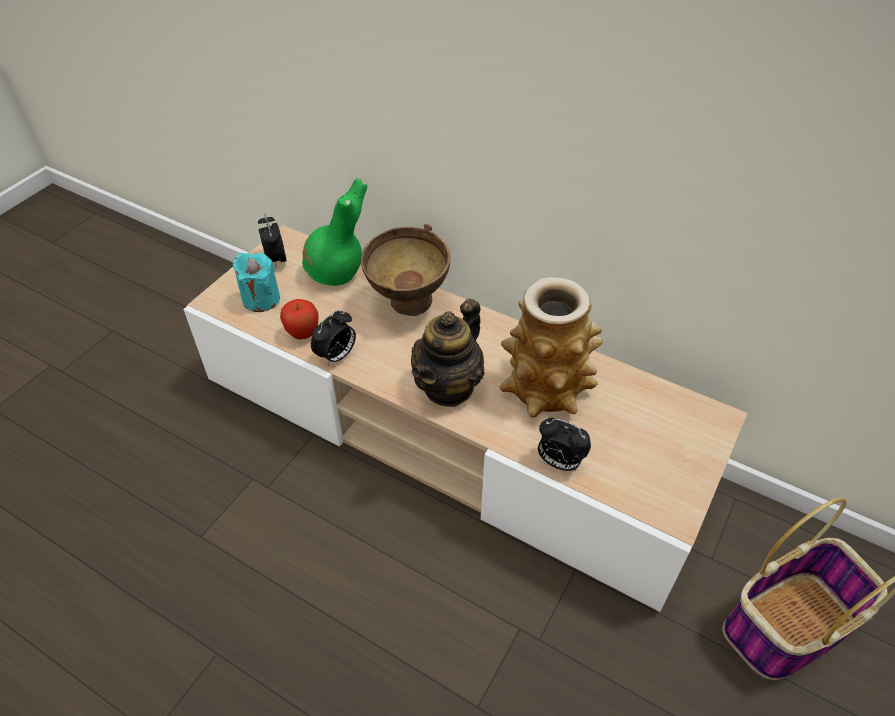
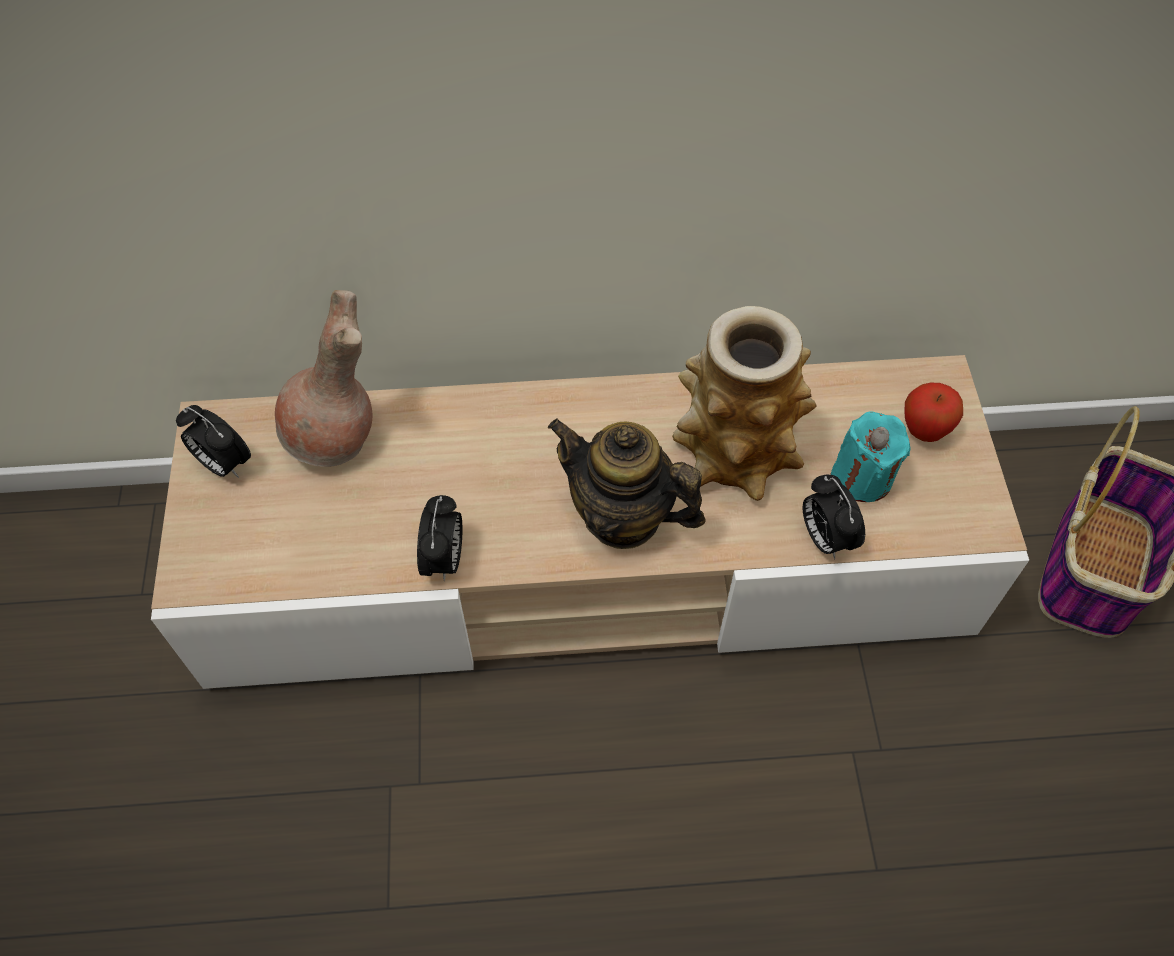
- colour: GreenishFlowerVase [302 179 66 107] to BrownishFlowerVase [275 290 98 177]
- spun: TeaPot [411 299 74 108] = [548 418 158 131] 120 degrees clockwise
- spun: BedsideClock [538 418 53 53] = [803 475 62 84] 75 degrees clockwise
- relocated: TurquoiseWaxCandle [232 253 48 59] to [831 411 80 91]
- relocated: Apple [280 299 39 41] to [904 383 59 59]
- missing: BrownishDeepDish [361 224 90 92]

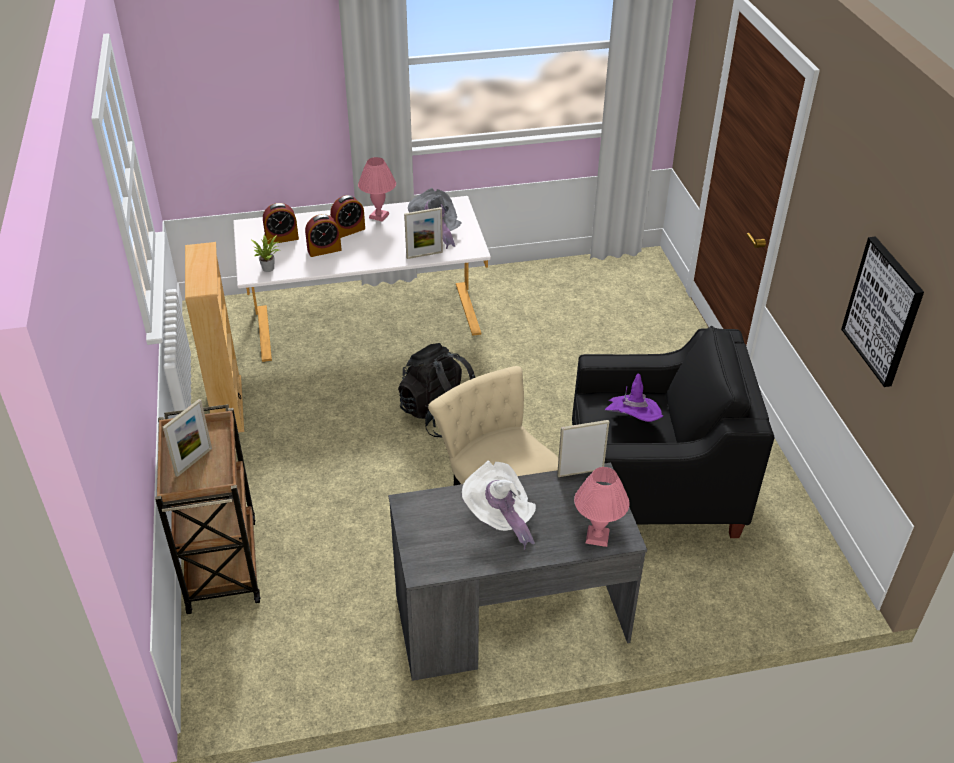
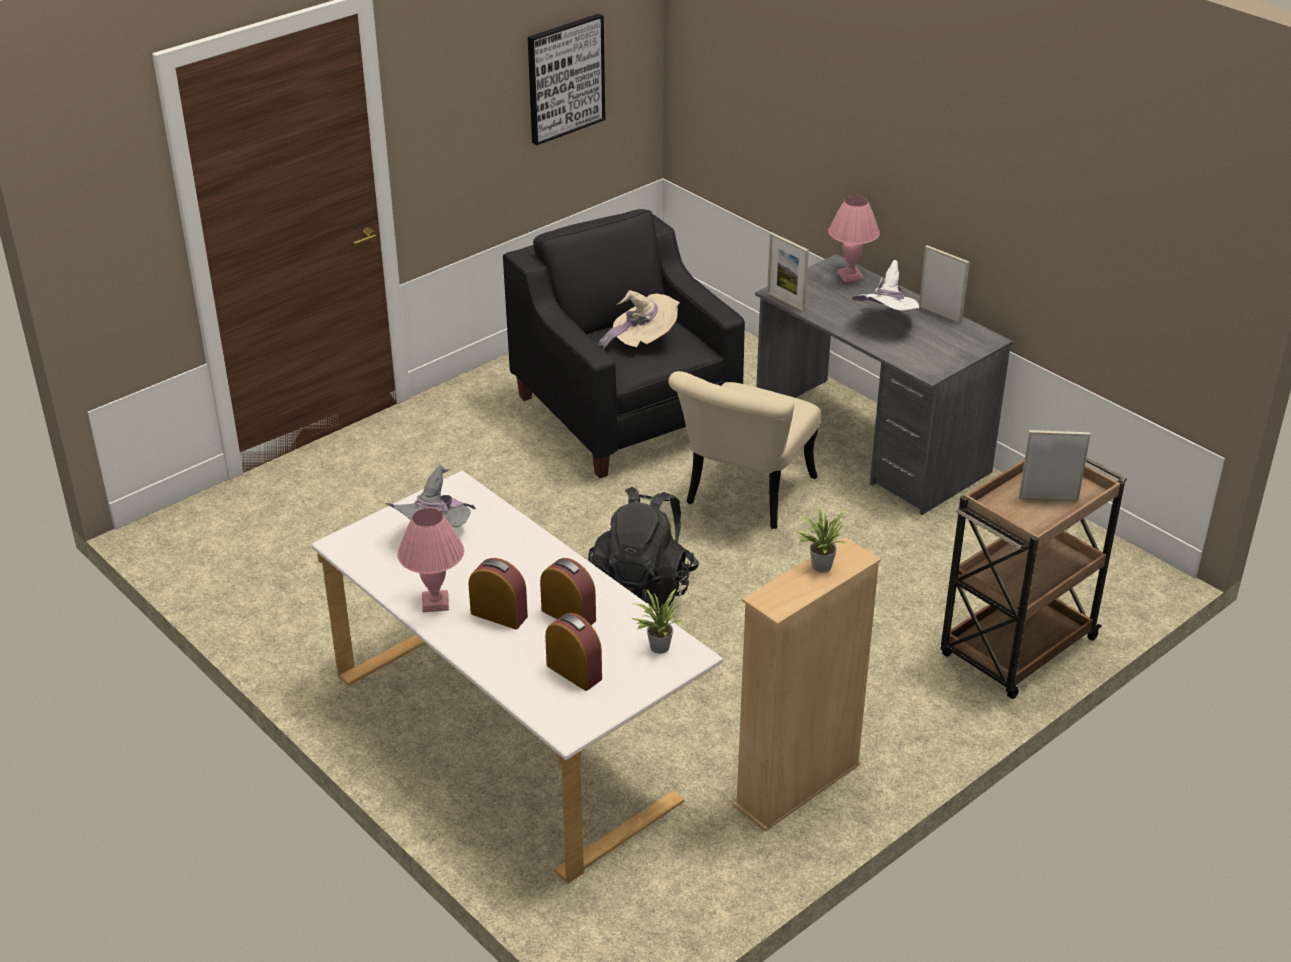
- colour: PurpleHat [605 374 58 48] to SandColouredHat [598 290 82 60]
- appeared: PlantInAPot [795 505 52 68]
- relocated: PictureFrame [404 207 39 52] to [919 245 50 79]

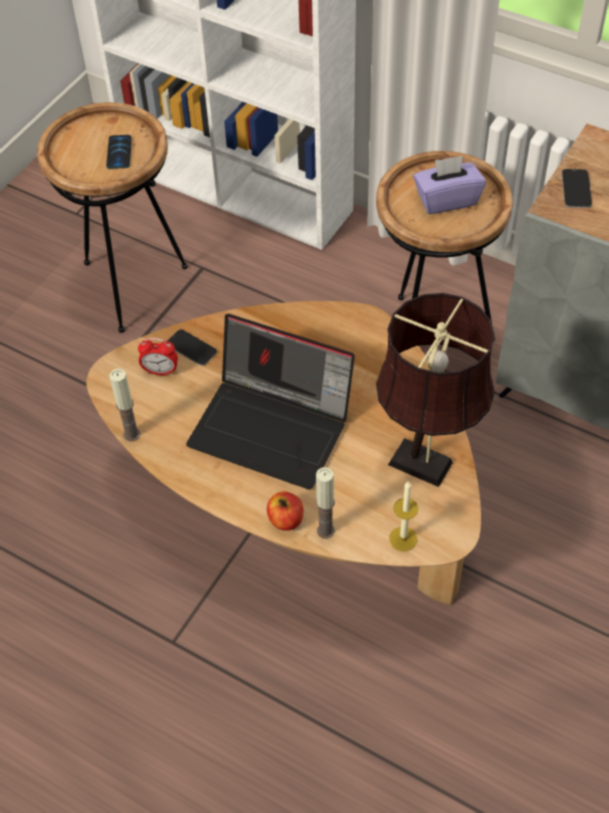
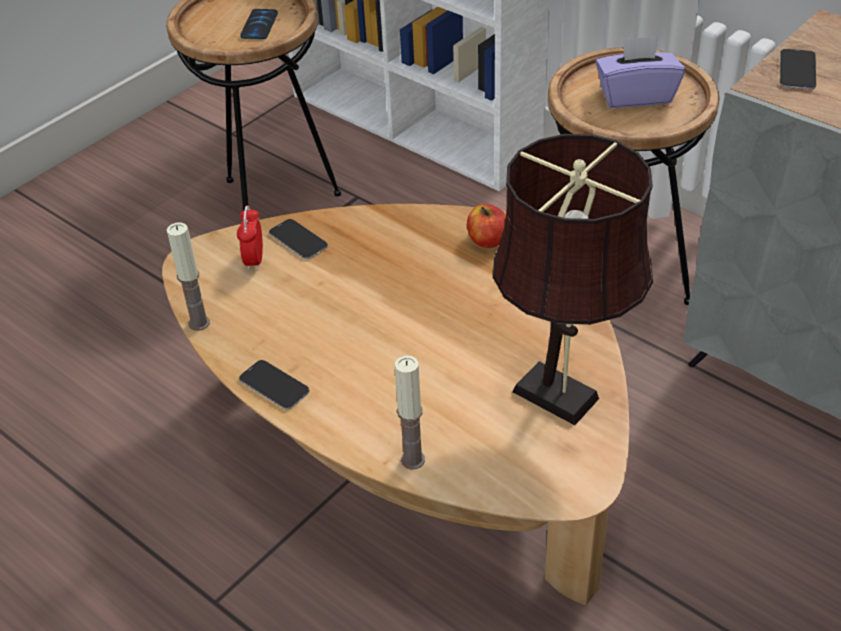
- spun: BedsideClock [138 338 40 37] = [237 206 26 65] 75 degrees clockwise
- appeared: Phone [239 360 71 50]
- relocated: Apple [267 491 37 40] to [467 204 39 44]
- missing: NotebookComputer [186 314 169 175]
- missing: WaxCandle [389 481 29 70]

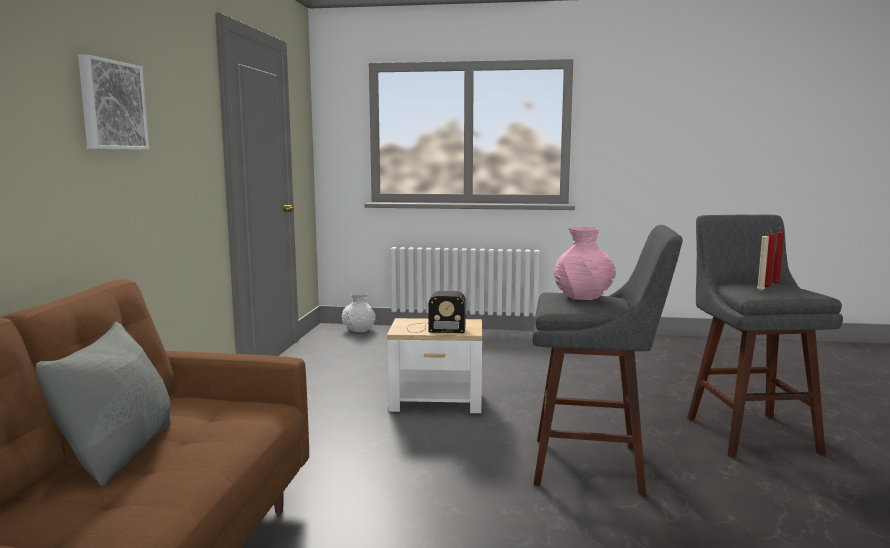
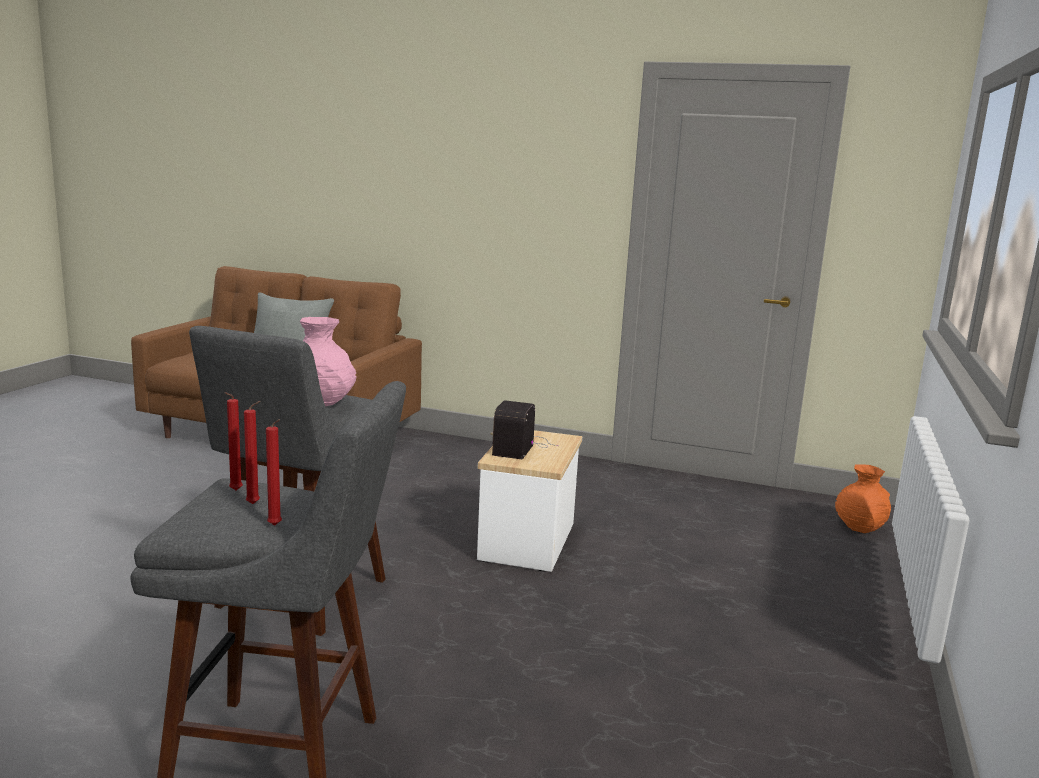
- colour: SandColouredWaxCandle [757 230 16 61] to RedColouredWaxCandle [225 392 18 98]
- colour: WhiteFlowerVase [342 292 34 40] to OrangeColouredFlowerVase [835 464 56 69]
- missing: WallPicture [78 55 71 94]

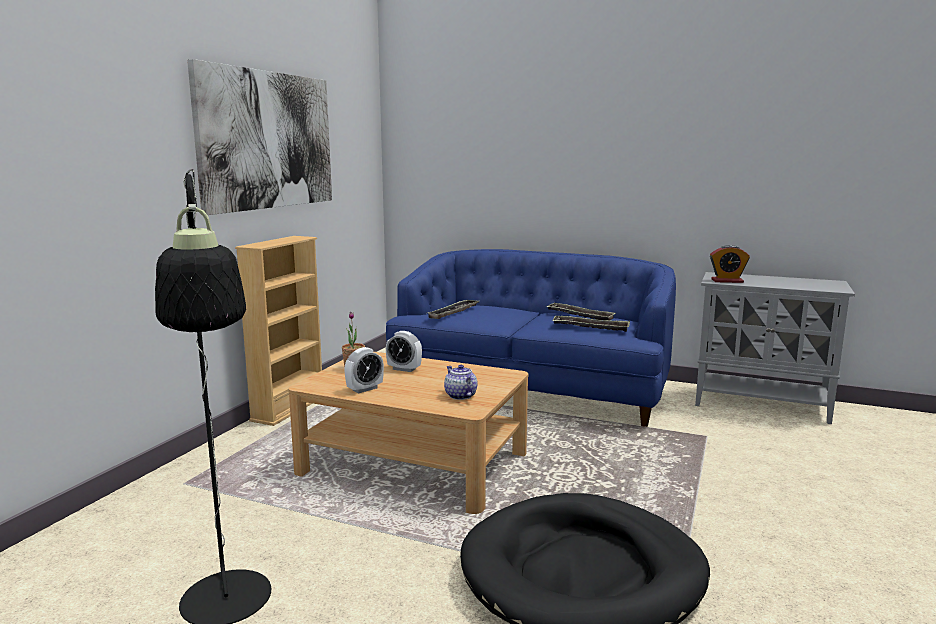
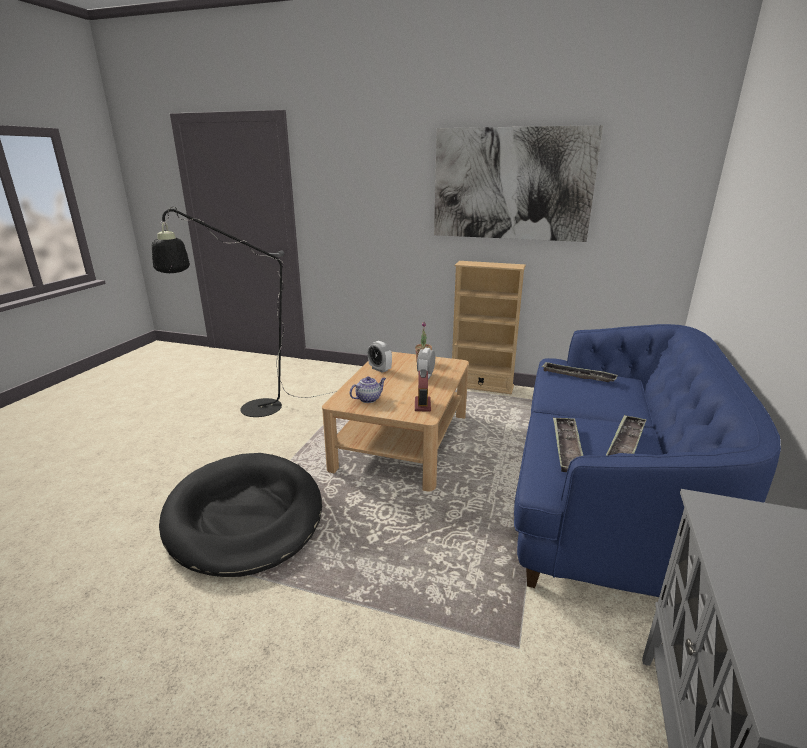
- relocated: BedsideClock [710 245 40 38] to [415 370 16 41]

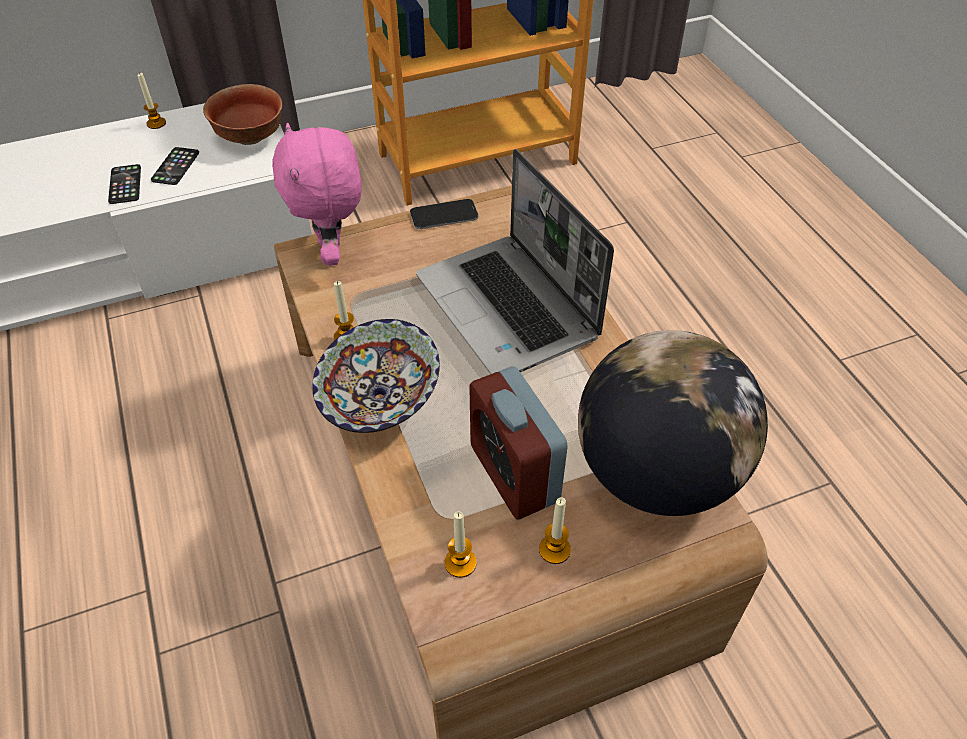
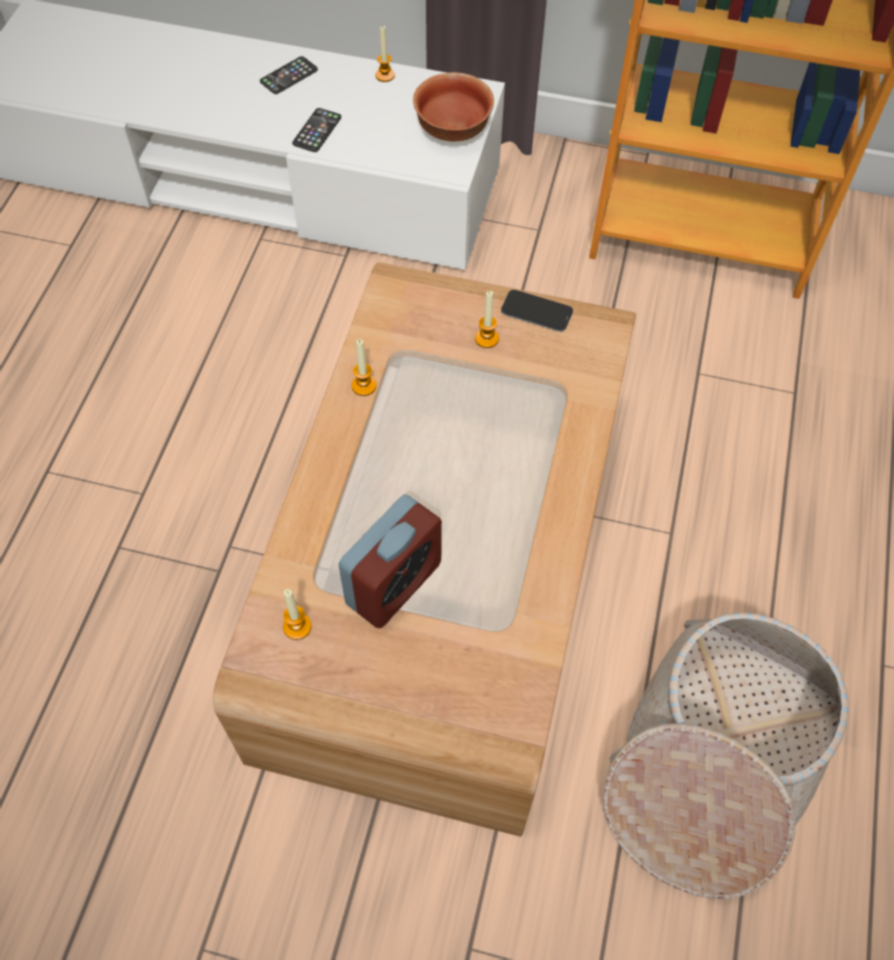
- relocated: Phone [151 147 48 38] to [260 56 58 38]
- spun: BedsideClock [469 366 99 153] = [338 494 104 135] 150 degrees counterclockwise
- relocated: WaxCandle [539 497 32 67] to [475 291 24 57]
- appeared: HouseholdBasket [603 613 246 286]
- missing: PinkSoftToy [272 123 90 143]
- missing: DeepDish [312 319 128 114]
- missing: NotebookComputer [416 149 198 225]
- missing: WorldGlobe [578 330 190 186]

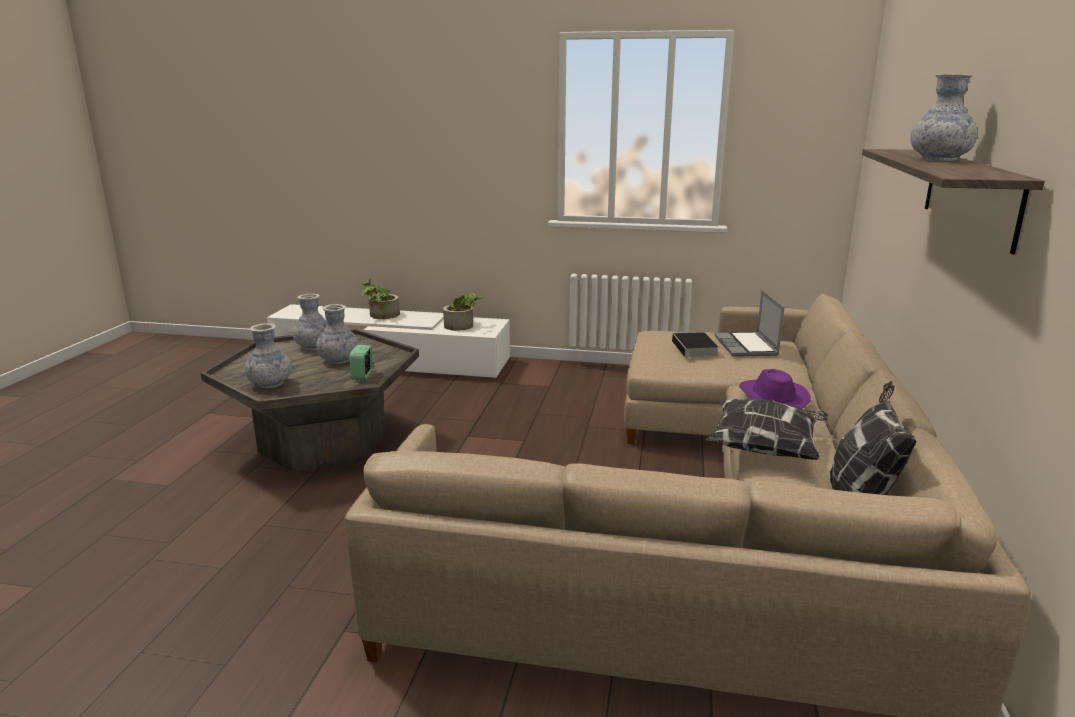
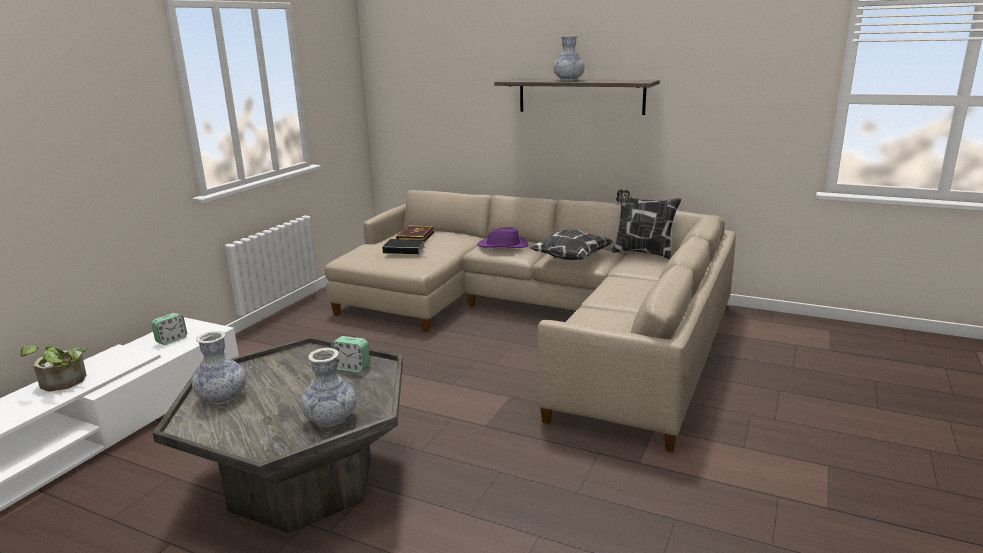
- exchanged: PlantInAPot [443 293 41 38] to BedsideClock [151 313 36 32]
- exchanged: NotebookComputer [715 290 69 67] to Volume [396 225 38 18]
- missing: FlowerVase [316 304 43 60]

